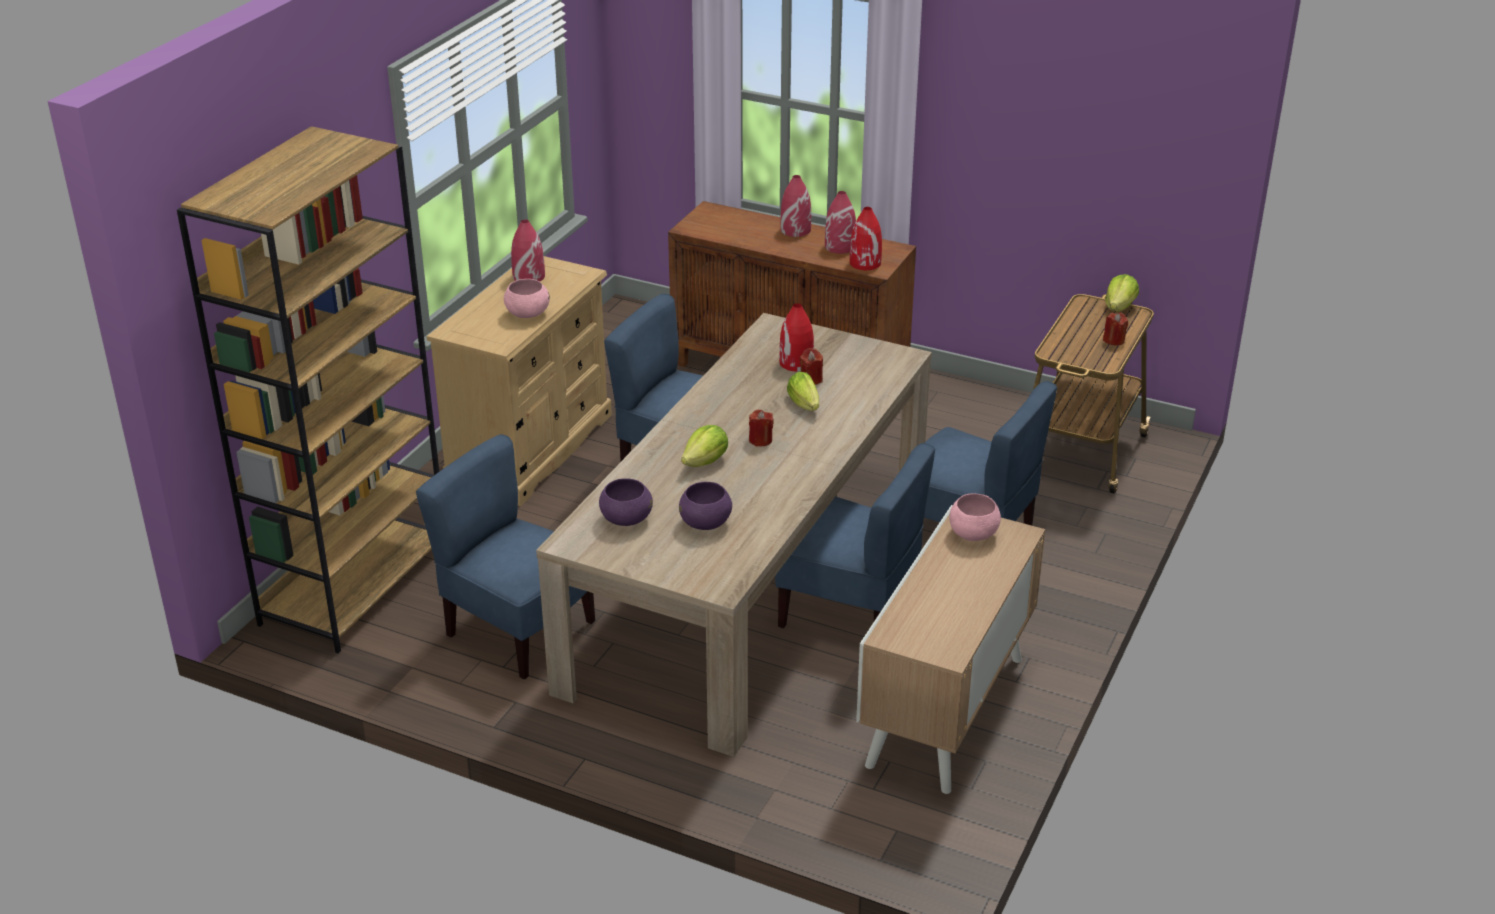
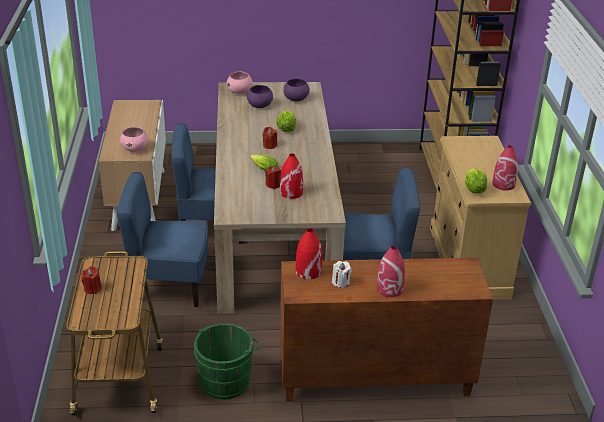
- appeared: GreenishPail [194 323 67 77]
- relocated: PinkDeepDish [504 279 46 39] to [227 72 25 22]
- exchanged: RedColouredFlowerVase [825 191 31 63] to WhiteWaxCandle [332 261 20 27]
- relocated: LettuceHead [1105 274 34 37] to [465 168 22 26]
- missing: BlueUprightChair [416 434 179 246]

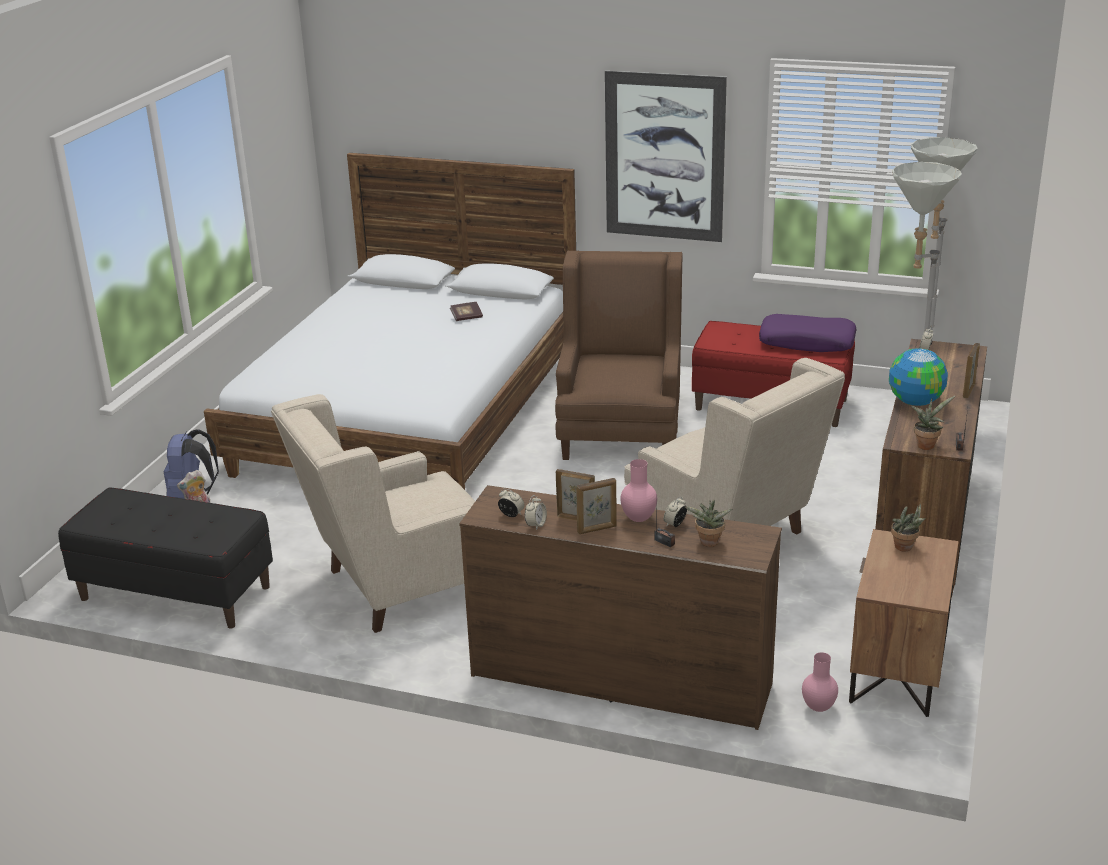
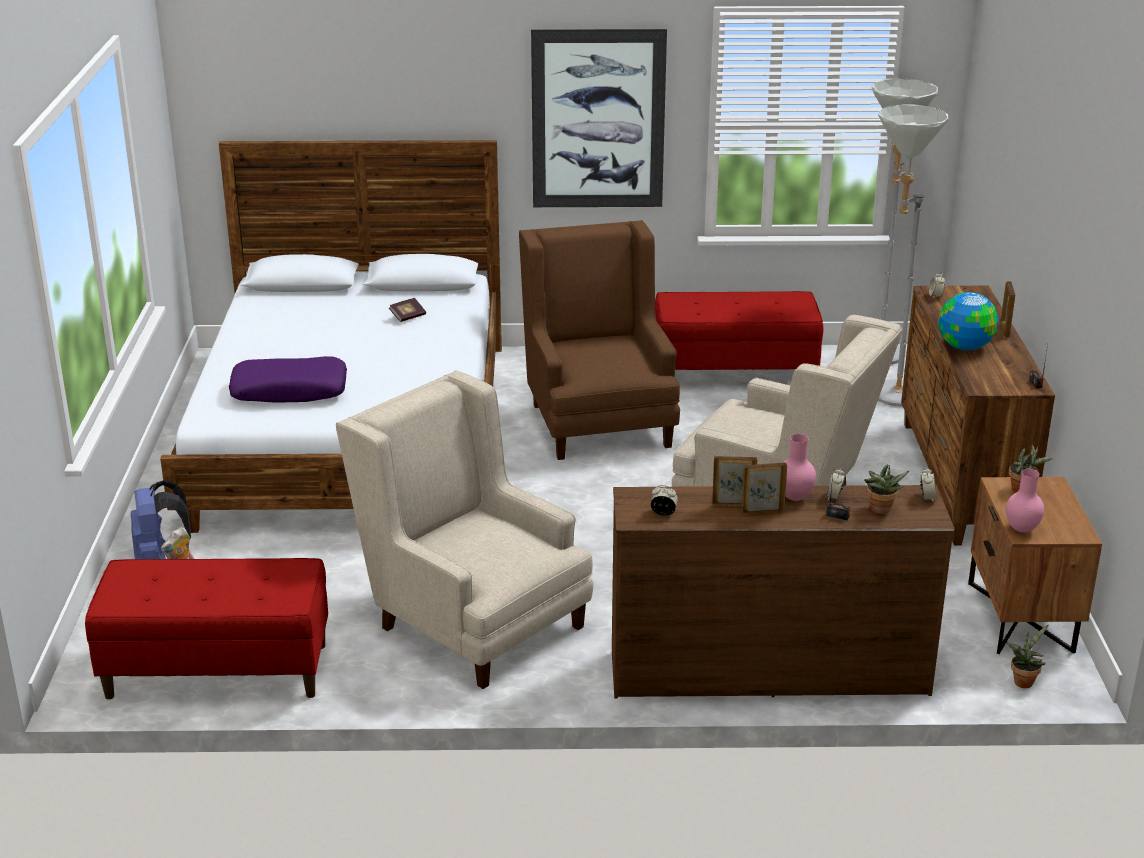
- colour: BlackBench [58 488 215 141] to RedColouredBench [85 558 243 141]
- relocated: PurpleThrowPillow [759 314 97 38] to [229 356 118 47]
- spun: SandColouredArmchair [271 394 204 239] = [336 370 257 319] 90 degrees clockwise
- spun: PictureFrame [576 478 40 56] = [741 462 46 55] 150 degrees counterclockwise
- relocated: BedsideClock [525 495 22 35] to [920 467 16 35]
- relocated: PinkFlowerVase [802 652 36 60] to [1006 469 38 63]
- relocated: PlantInAPot [910 396 45 54] to [1006 625 43 63]

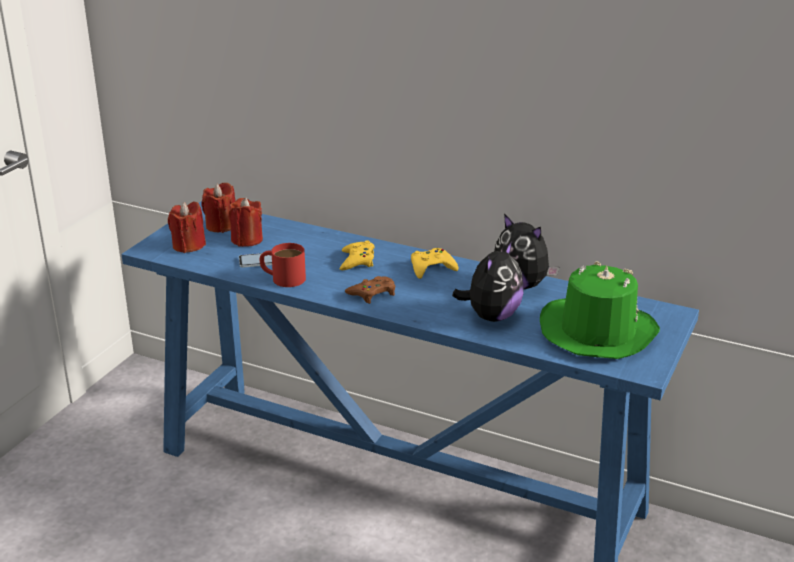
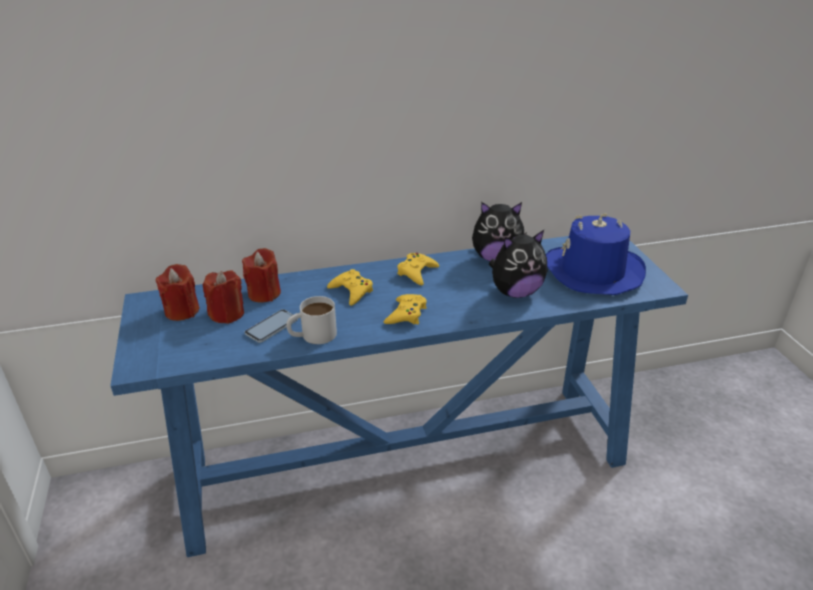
- relocated: RedColouredWaxCandle [168 202 38 51] to [242 248 39 54]
- colour: RedColouredTeaMug [260 243 46 44] to WhiteTeaMug [286 296 51 48]
- colour: BrownishGameController [345 276 50 28] to YellowGameController [384 294 43 31]
- spun: SoftToy [452 241 72 81] = [489 230 58 68] 75 degrees clockwise
- colour: GreenishHat [540 262 120 97] to BlueHat [546 213 100 82]

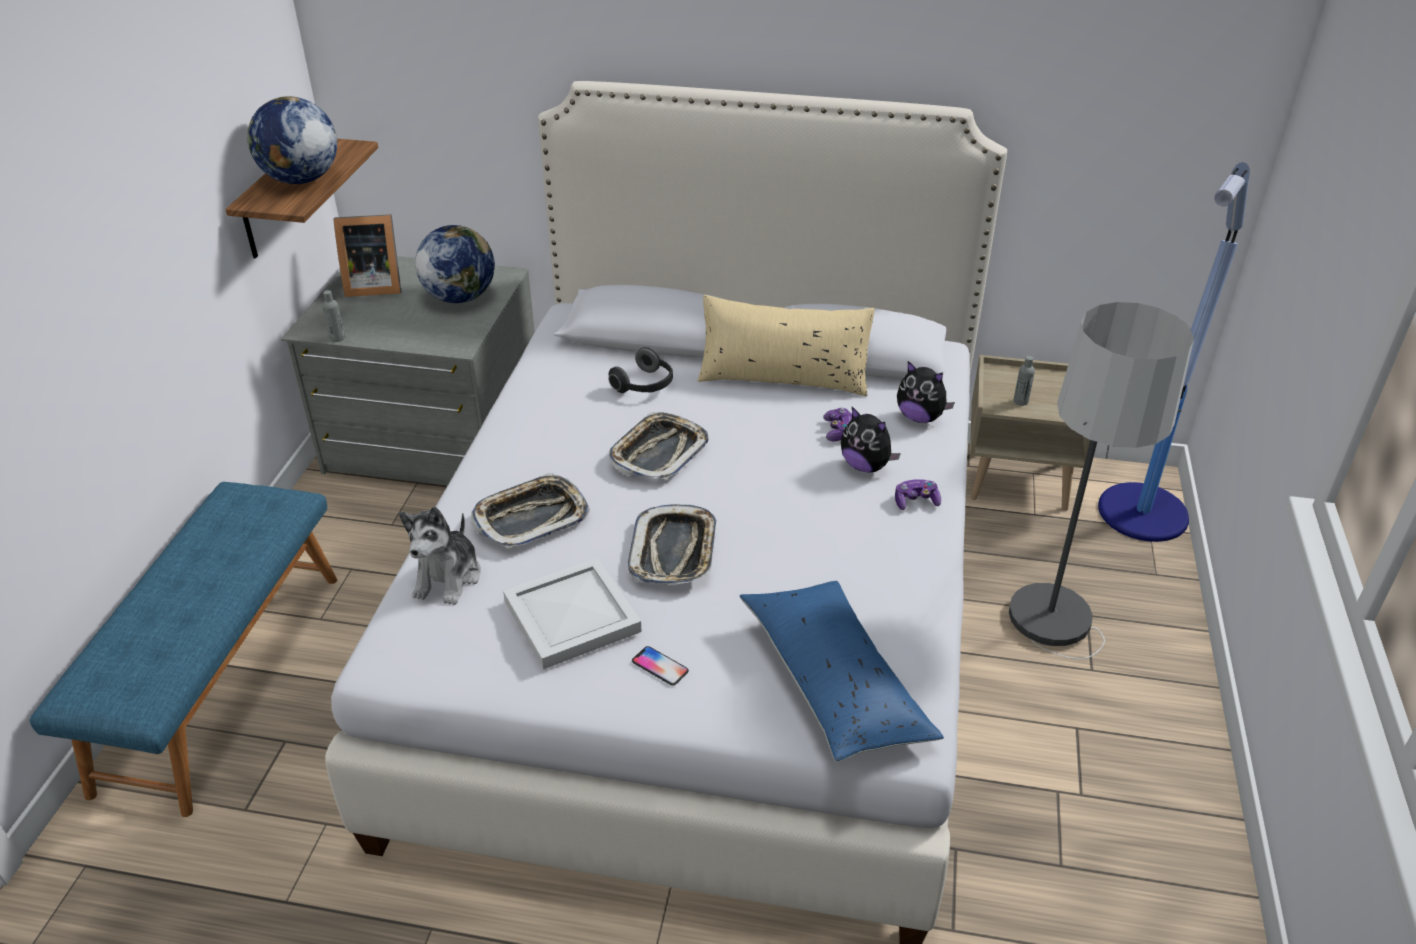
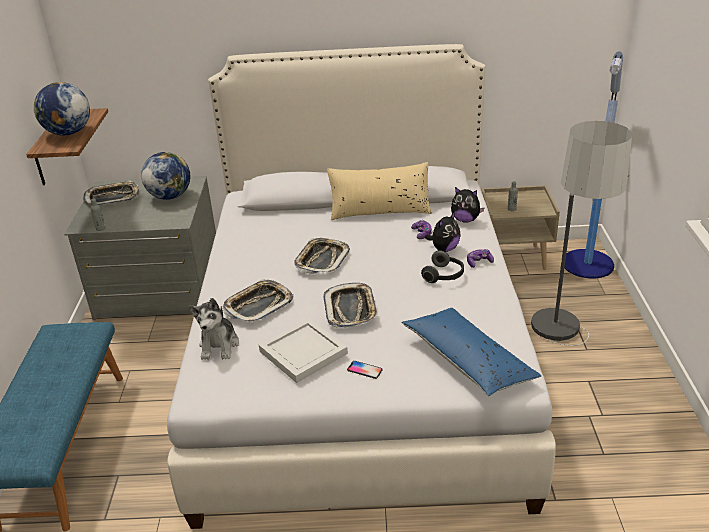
- exchanged: PictureFrame [333 214 69 83] to ServingTray [83 181 56 25]
- relocated: Headset [609 347 64 46] to [421 250 43 33]
- spun: SoftToy [841 407 60 65] = [425 212 36 40] 75 degrees counterclockwise

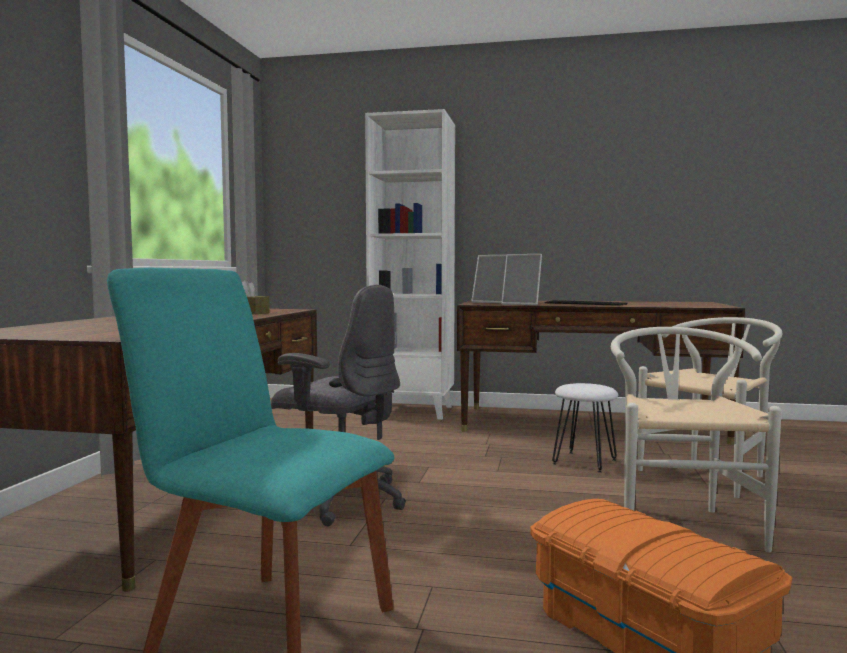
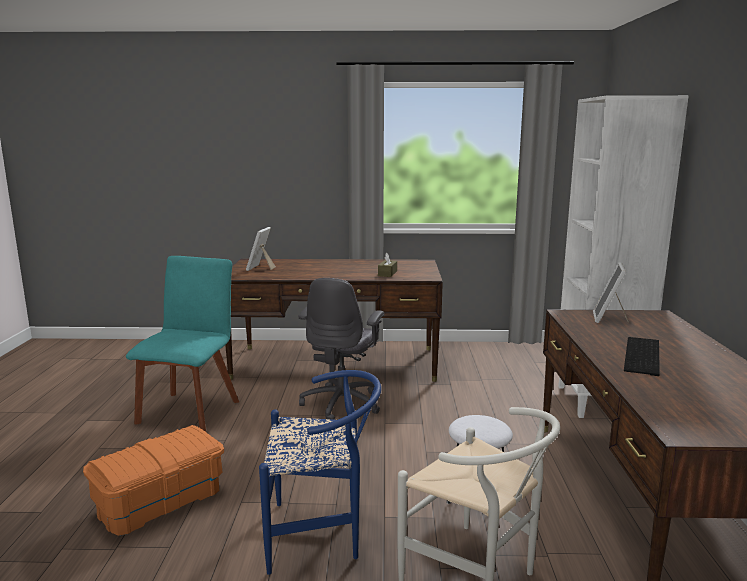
- relocated: PictureFrame [501 254 41 51] to [246 227 29 44]
- colour: WhiteUprightChair [611 327 171 225] to BlueUprightChair [259 370 122 205]

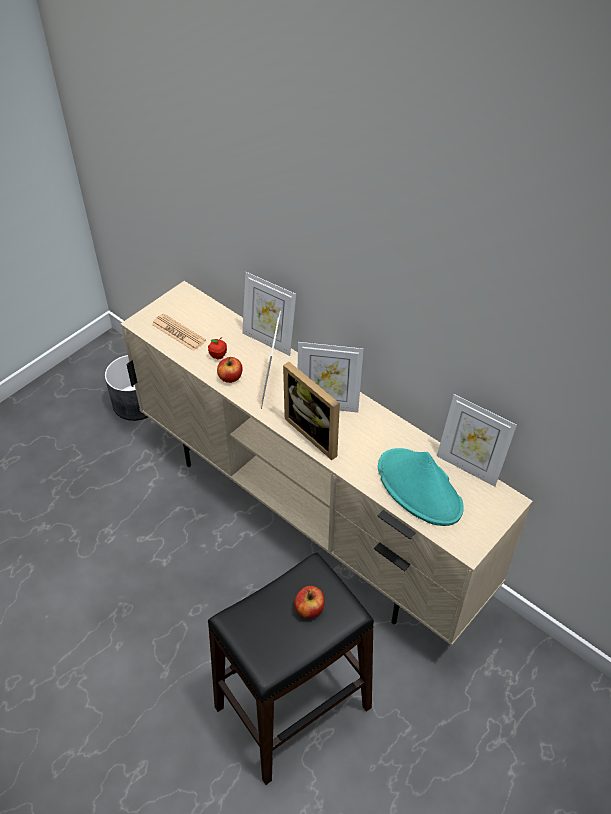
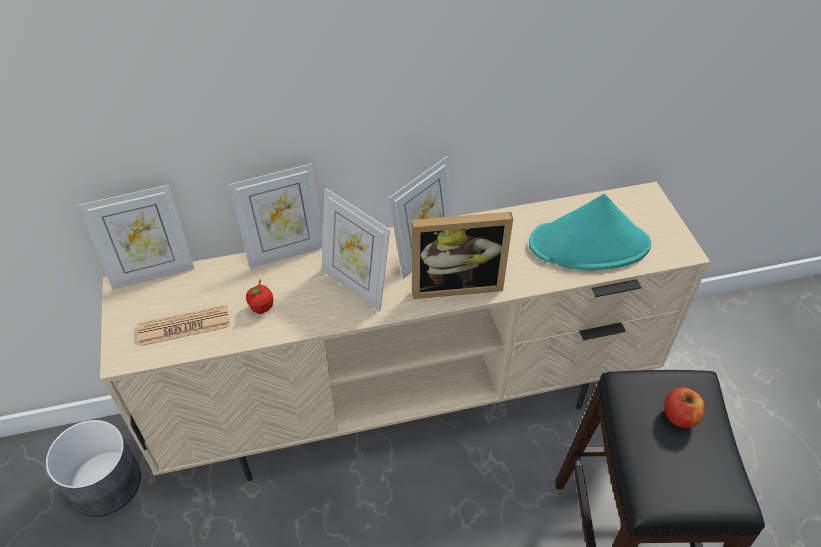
- relocated: PictureFrame [437 394 80 93] to [78 185 116 104]
- missing: Apple [217 357 26 26]

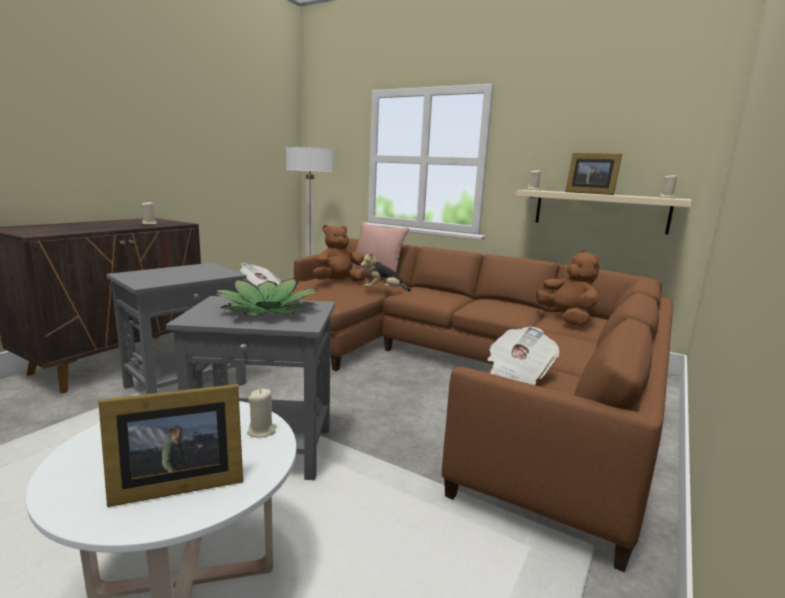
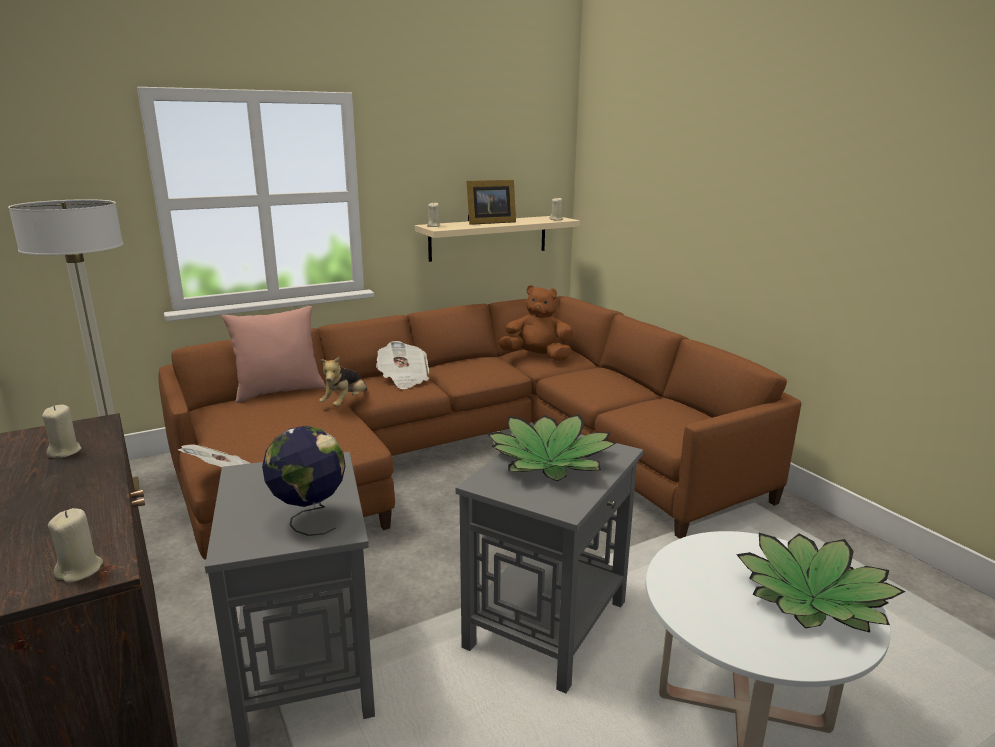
- relocated: SandColouredWaxCandle [247 389 30 49] to [48 508 55 75]
- appeared: WorldGlobe [262 426 84 110]
- relocated: PrintedPaper [487 327 73 58] to [376 341 53 48]
- exchanged: PictureFrame [98 384 145 123] to PlantInAPot [736 533 170 99]
- missing: BrownishSoftToy [313 225 53 57]

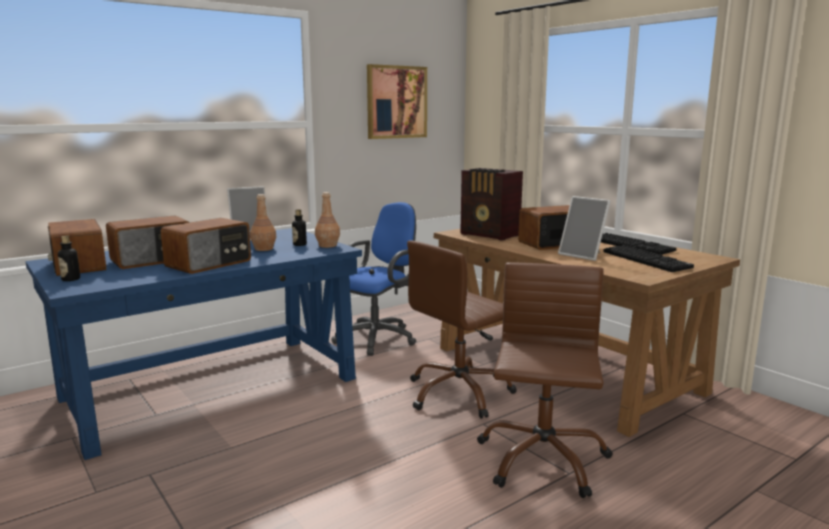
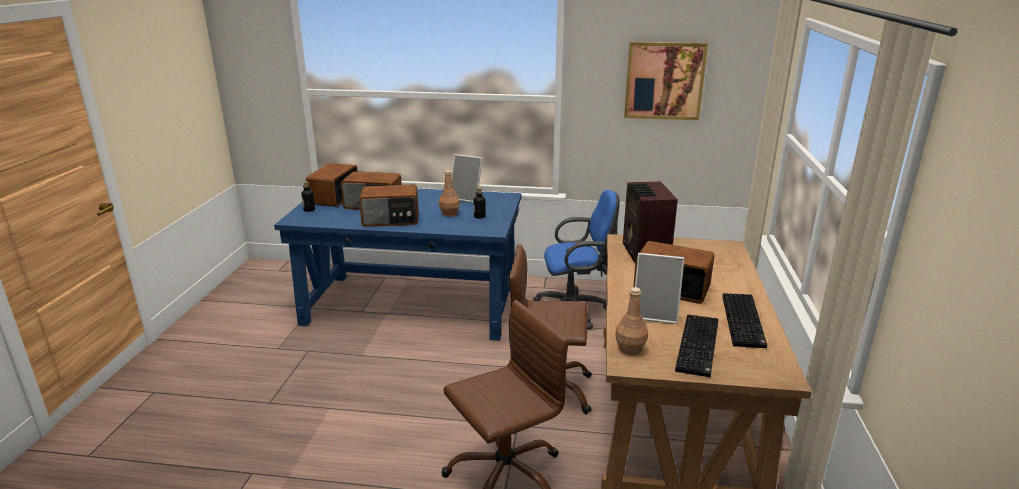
- relocated: BrownishBottle [315 192 25 56] to [615 287 33 68]
- spun: PictureFrame [558 196 53 65] = [635 253 49 71] 75 degrees counterclockwise

